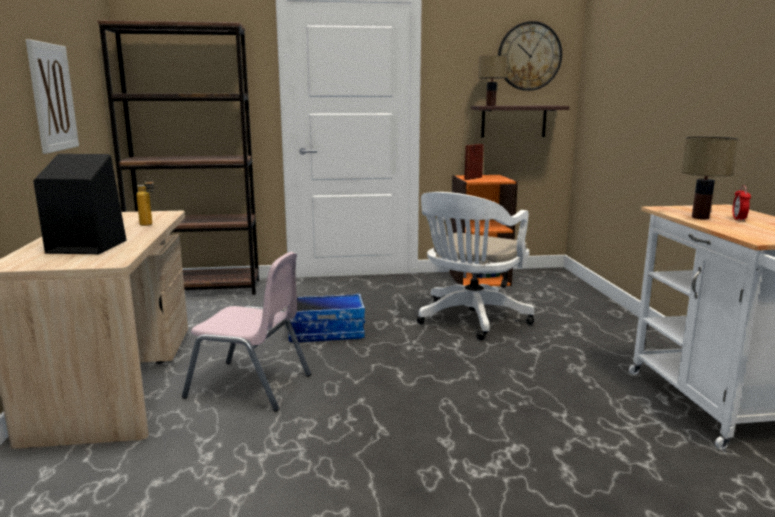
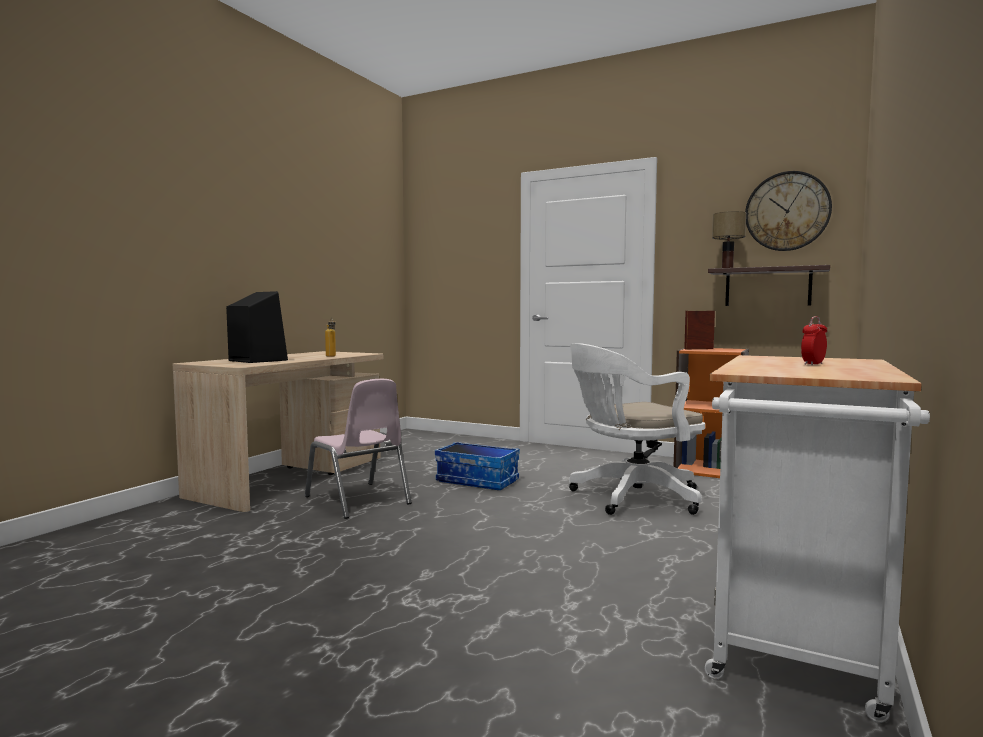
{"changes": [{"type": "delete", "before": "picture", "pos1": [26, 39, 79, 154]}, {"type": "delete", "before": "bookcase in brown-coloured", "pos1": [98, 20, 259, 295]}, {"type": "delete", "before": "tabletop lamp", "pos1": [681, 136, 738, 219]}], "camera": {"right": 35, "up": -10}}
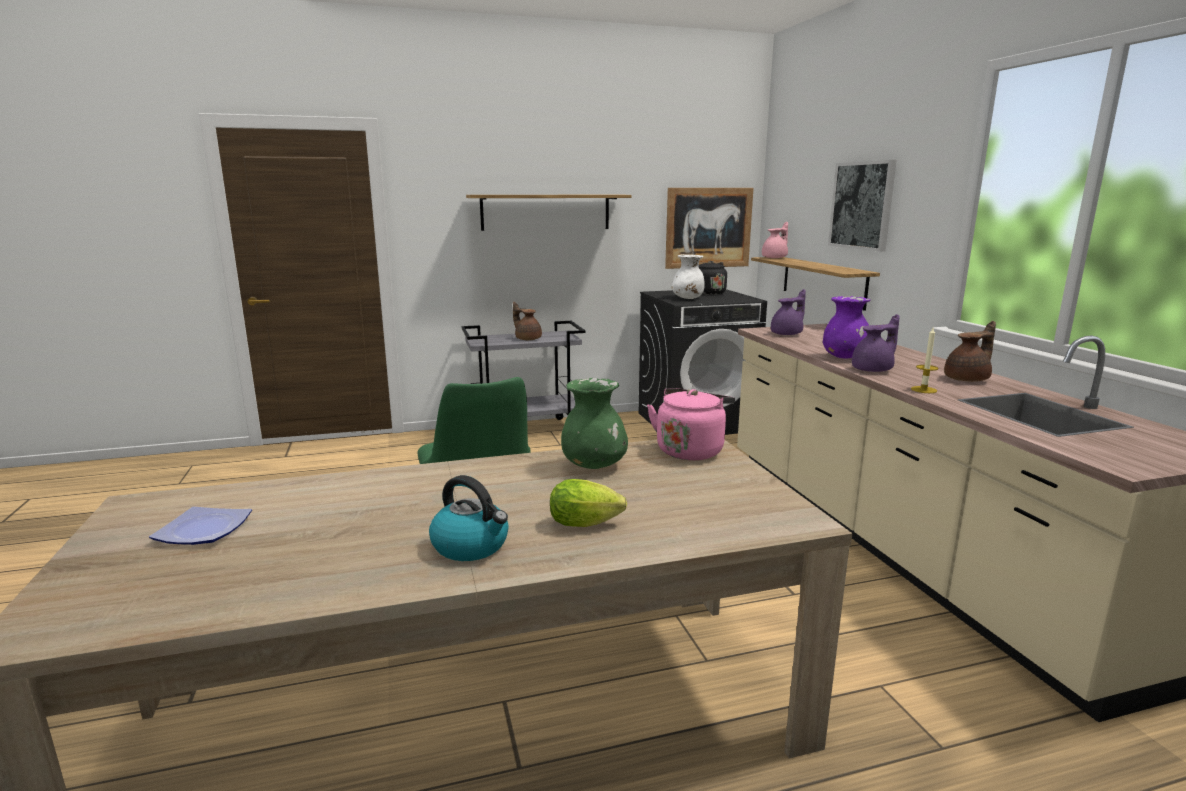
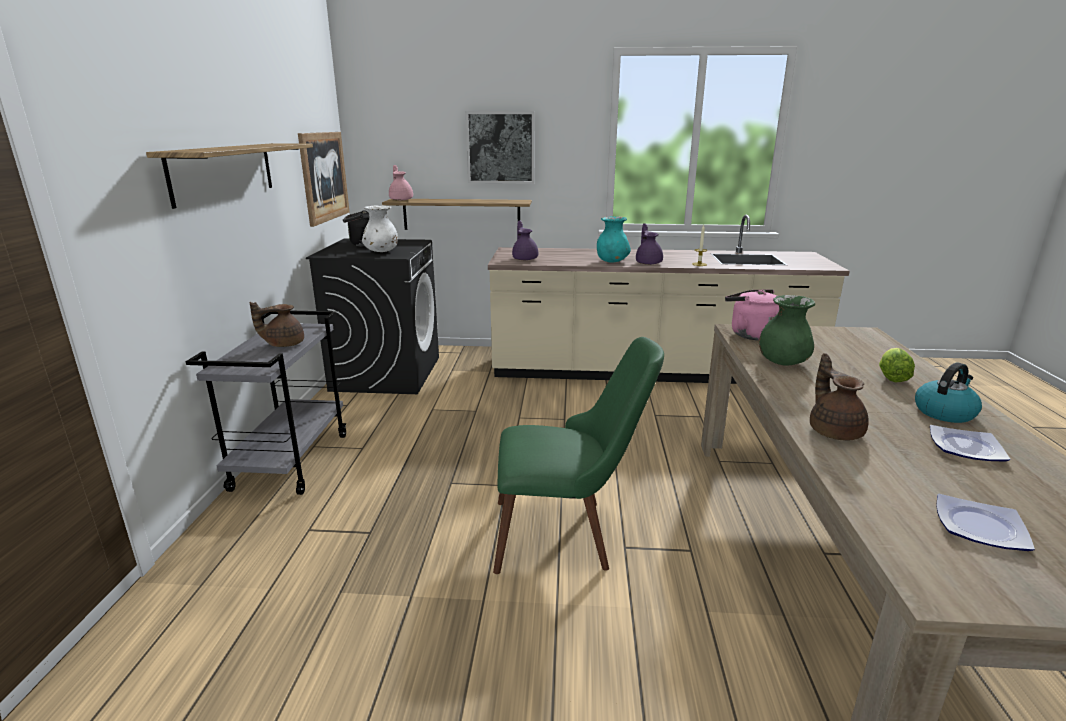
{"changes": [{"type": "recolor", "before": "decorative vase in purplish", "after": "decorative vase in turquoise", "pos1": [823, 296, 870, 358], "pos2": [597, 216, 631, 263]}, {"type": "move", "before": "tea pot in brown-coloured", "pos1": [944, 321, 996, 382], "pos2": [810, 353, 869, 441]}, {"type": "insert", "after": "flat dish", "pos2": [930, 425, 1010, 462]}], "camera": {"right": -70, "up": 5}}
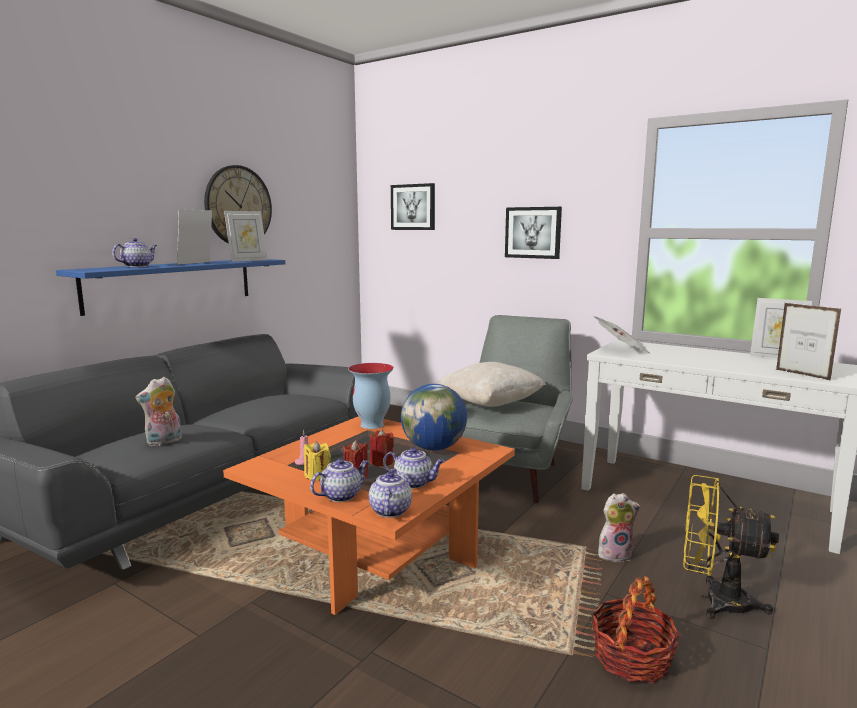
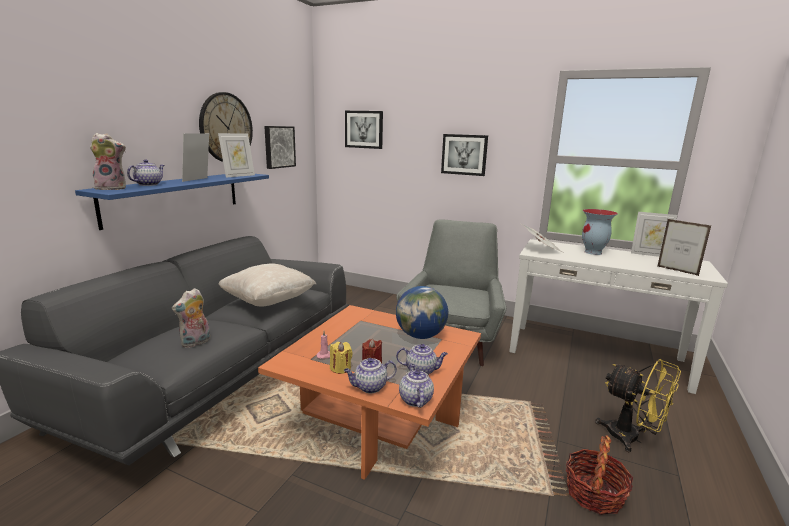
{"changes": [{"type": "rotate", "before": "tea pot", "pos1": [310, 458, 369, 502], "pos2": [344, 358, 397, 394], "turn": -150}, {"type": "move", "before": "decorative vase", "pos1": [348, 363, 394, 429], "pos2": [582, 209, 618, 255]}, {"type": "delete", "before": "wax light in reddish", "pos1": [369, 429, 394, 466]}, {"type": "move", "before": "pillow in beige", "pos1": [438, 362, 546, 407], "pos2": [219, 263, 316, 307]}, {"type": "move", "before": "soft toy", "pos1": [598, 493, 641, 563], "pos2": [90, 133, 126, 190]}, {"type": "rotate", "before": "cooling fan in yellow", "pos1": [683, 475, 779, 619], "pos2": [595, 359, 681, 452], "turn": -150}, {"type": "insert", "after": "picture", "pos2": [264, 126, 296, 169]}], "camera": {"right": -10, "up": 5}}
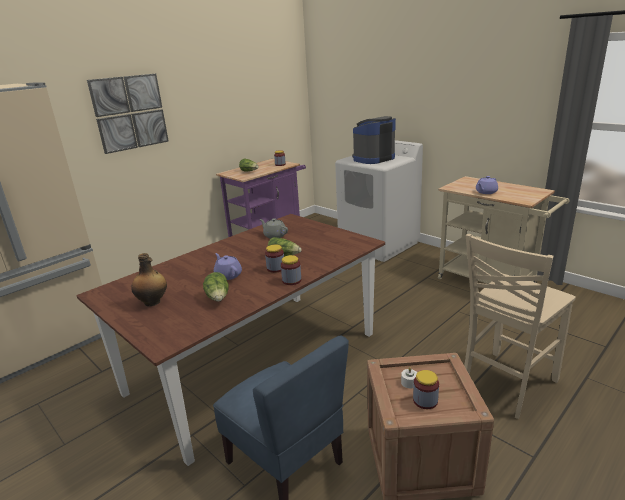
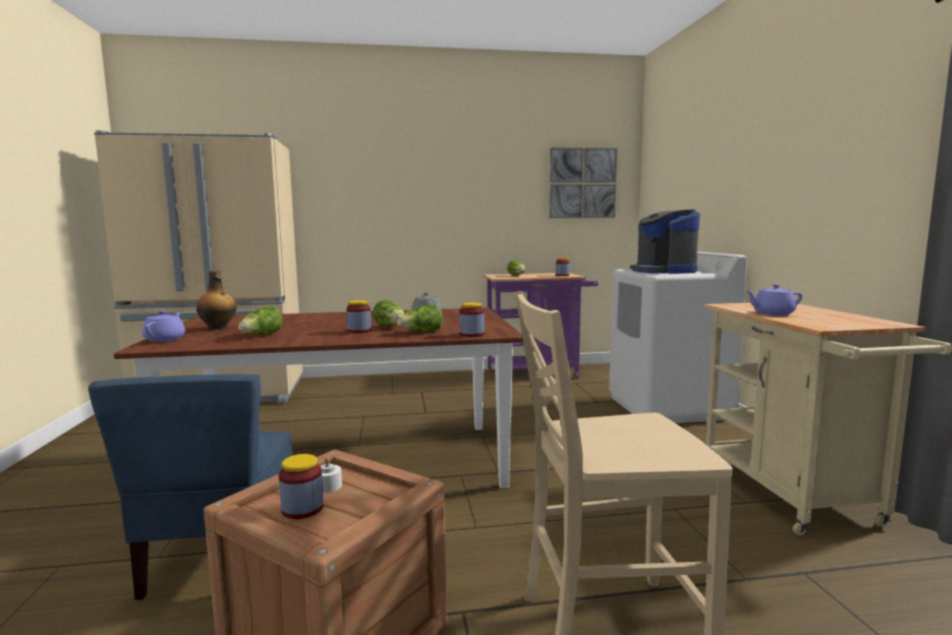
{"changes": [{"type": "move", "before": "picture", "pos1": [87, 74, 169, 154], "pos2": [549, 147, 617, 218]}, {"type": "move", "before": "tea pot in purplish", "pos1": [214, 253, 242, 280], "pos2": [142, 310, 185, 342]}, {"type": "move", "before": "storage jar", "pos1": [281, 255, 301, 285], "pos2": [459, 302, 484, 337]}, {"type": "rotate", "before": "coffee machine", "pos1": [352, 116, 396, 164], "pos2": [630, 210, 700, 274], "turn": -105}, {"type": "insert", "after": "lettuce", "pos2": [397, 304, 443, 332]}], "camera": {"right": 35, "up": -15}}
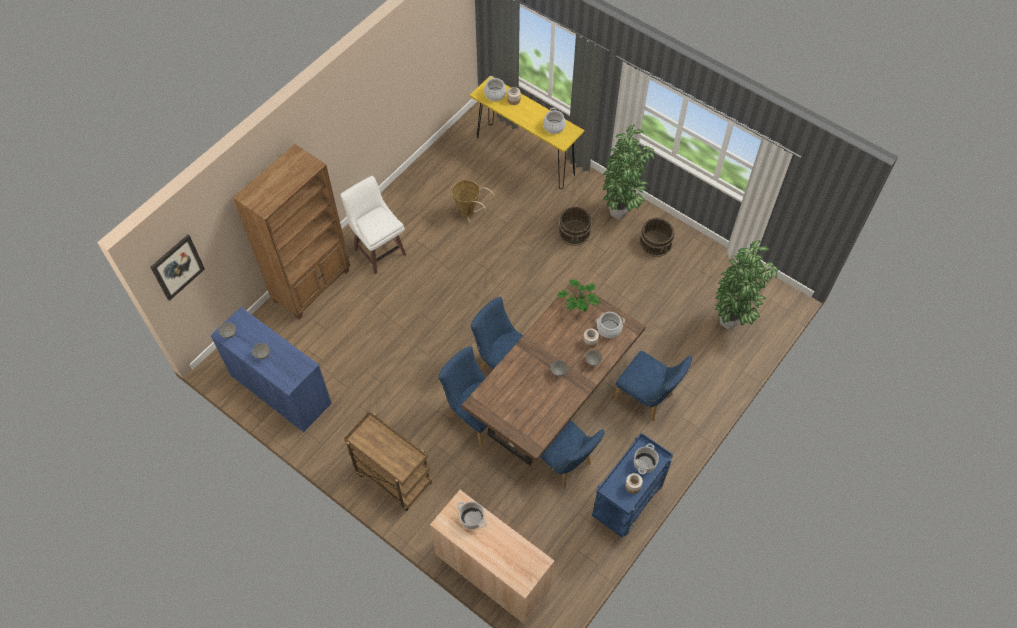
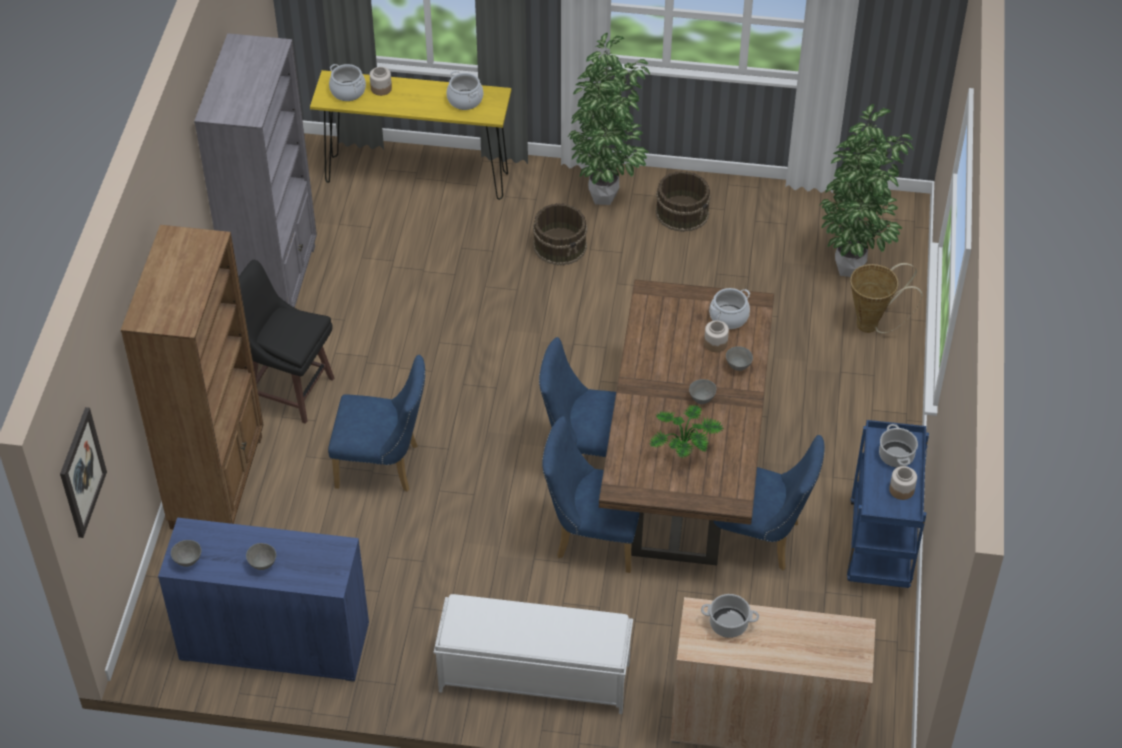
{"changes": [{"type": "recolor", "before": "stool seat in whitish", "after": "stool seat in black", "pos1": [341, 176, 406, 274], "pos2": [239, 260, 334, 424]}, {"type": "replace", "before": "trolley in brown-coloured", "after": "long seat in whitish", "pos1": [344, 411, 432, 511], "pos2": [434, 594, 633, 714]}, {"type": "move", "before": "basket", "pos1": [452, 180, 495, 222], "pos2": [850, 263, 923, 333]}, {"type": "move", "before": "houseplant", "pos1": [557, 279, 600, 312], "pos2": [649, 405, 724, 459]}, {"type": "move", "before": "plain chair in blue-coloured", "pos1": [614, 351, 692, 421], "pos2": [328, 355, 425, 492]}, {"type": "insert", "after": "bookcase in grey", "pos2": [194, 33, 317, 308]}], "camera": {"right": -30, "up": -10}}
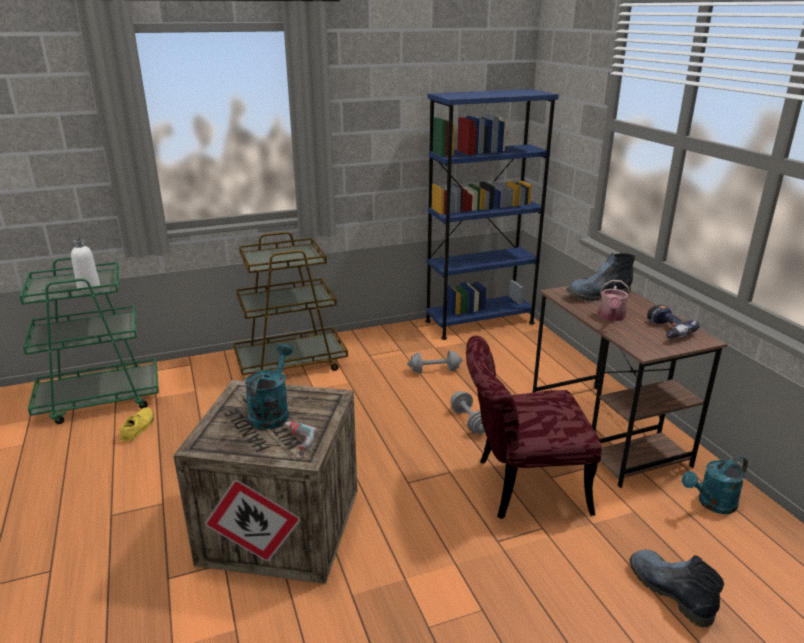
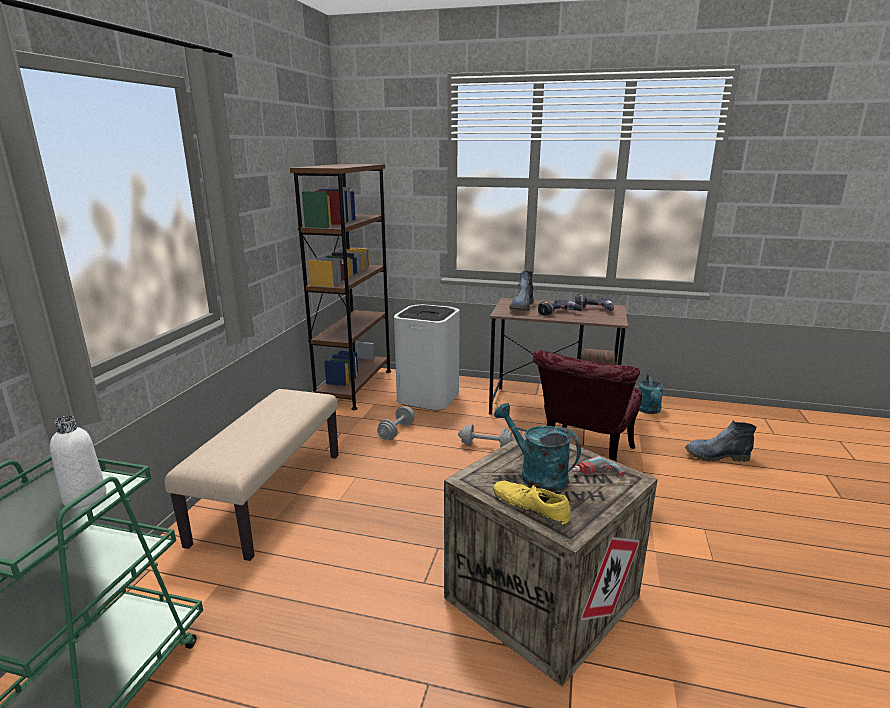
{"changes": [{"type": "move", "before": "shoe in yellow", "pos1": [120, 407, 154, 442], "pos2": [493, 481, 571, 525]}, {"type": "replace", "before": "trolley in brown-coloured", "after": "long seat in beige", "pos1": [233, 232, 348, 375], "pos2": [164, 389, 338, 561]}, {"type": "recolor", "before": "bookcase in blue-coloured", "after": "bookcase in brown-coloured", "pos1": [425, 89, 559, 340], "pos2": [290, 164, 391, 410]}, {"type": "replace", "before": "watering pot", "after": "electric drill", "pos1": [598, 280, 630, 321], "pos2": [538, 299, 583, 316]}, {"type": "insert", "after": "rubbish bin in whitish", "pos2": [394, 304, 460, 410]}], "camera": {"right": -55, "up": -5}}
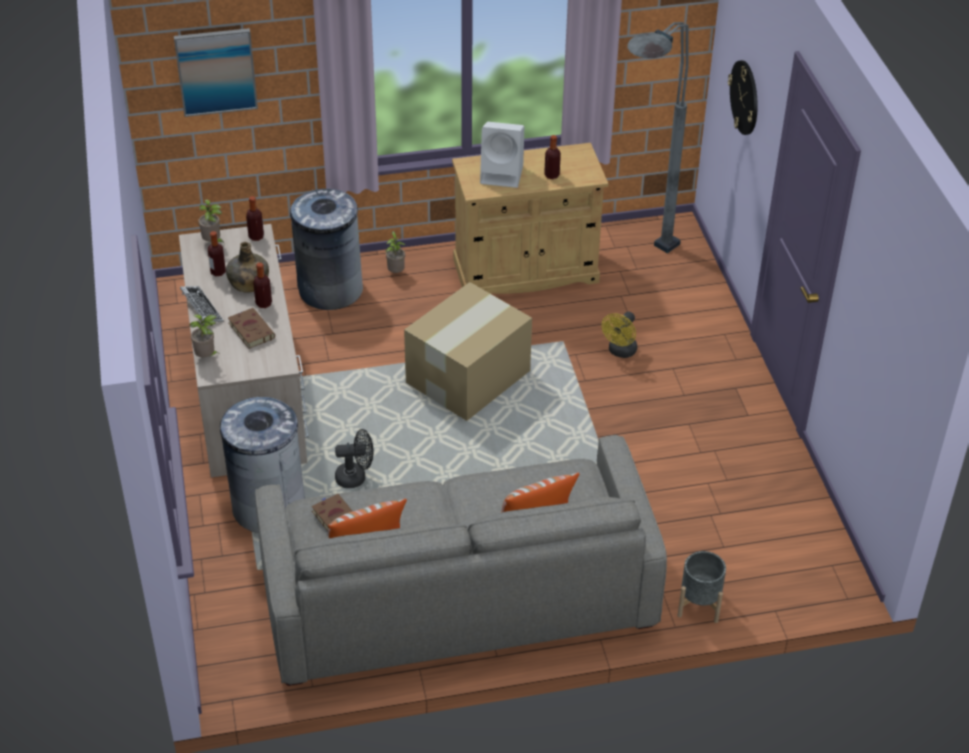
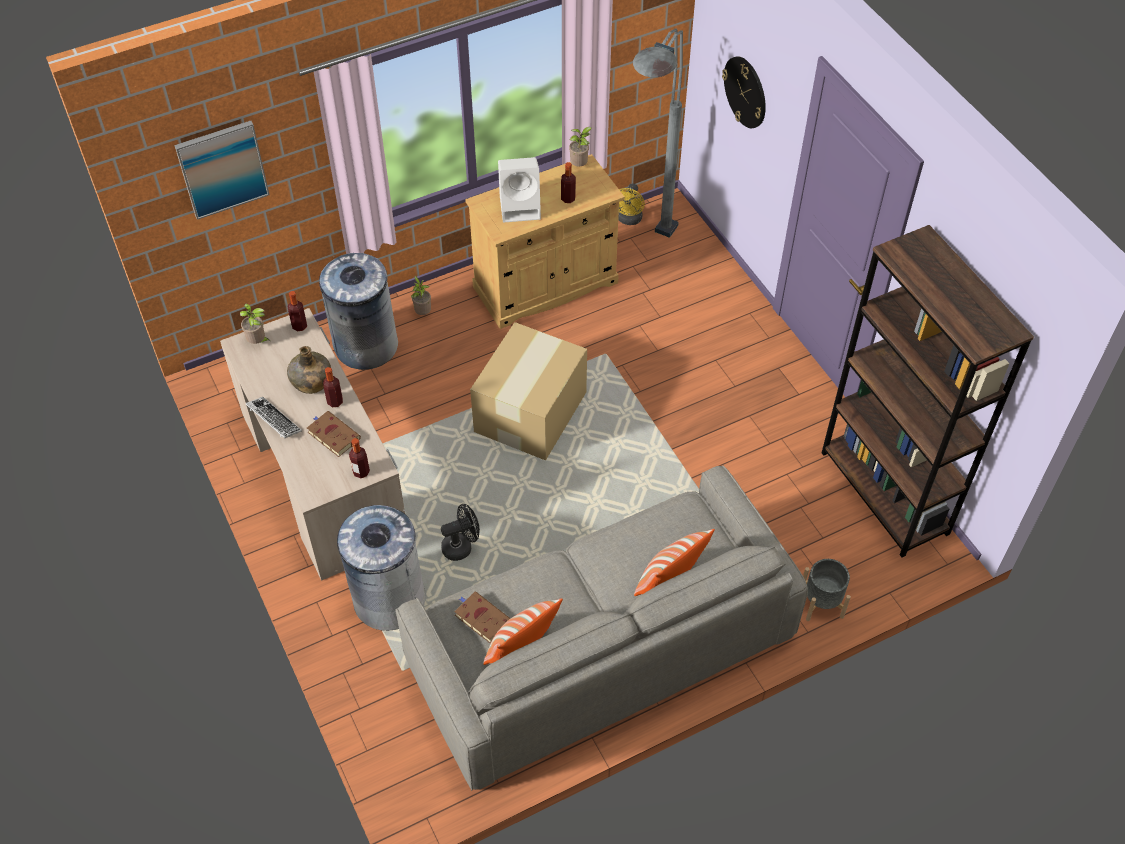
{"changes": [{"type": "move", "before": "houseplant", "pos1": [190, 314, 218, 357], "pos2": [569, 127, 592, 166]}, {"type": "move", "before": "beverage bottle", "pos1": [208, 231, 226, 276], "pos2": [349, 438, 370, 478]}, {"type": "move", "before": "cooling fan in yellow", "pos1": [601, 311, 637, 358], "pos2": [618, 183, 645, 225]}, {"type": "insert", "after": "bookcase in brown-coloured", "pos2": [822, 225, 1034, 557]}], "camera": {"right": -15, "up": 10}}
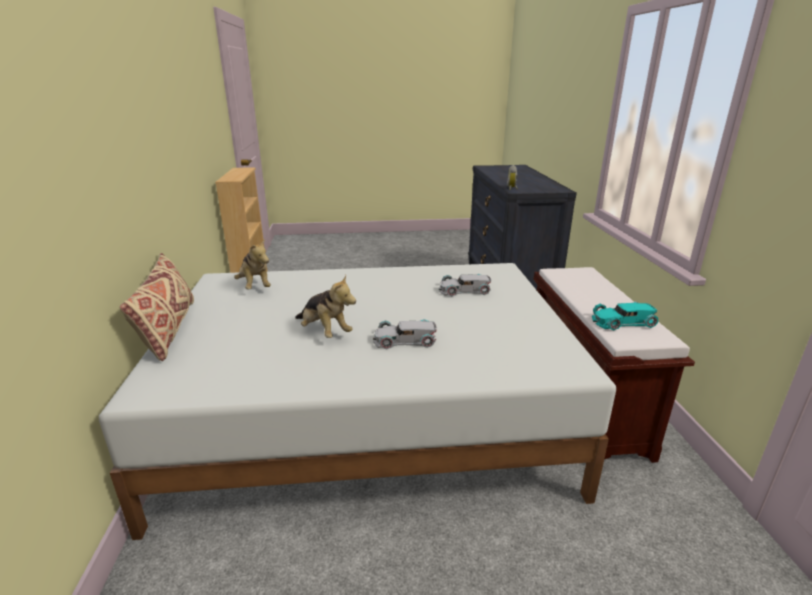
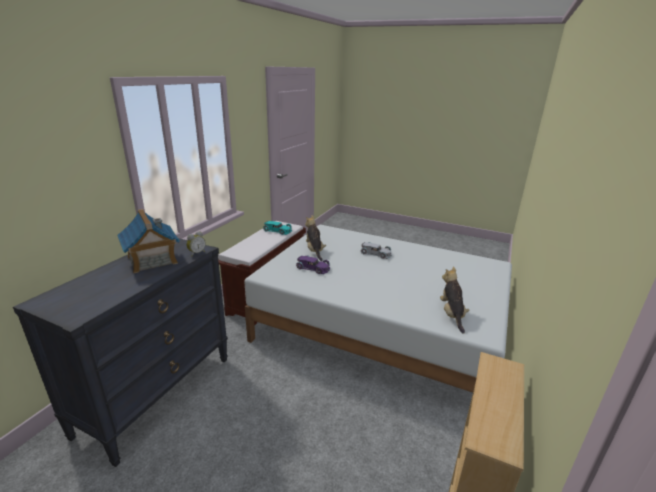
{"changes": [{"type": "delete", "before": "pillow in beige", "pos1": [119, 253, 194, 361]}, {"type": "move", "before": "soft toy", "pos1": [295, 275, 356, 338], "pos2": [305, 215, 326, 261]}, {"type": "recolor", "before": "toy car in whitish", "after": "toy car in purplish", "pos1": [439, 274, 491, 297], "pos2": [296, 255, 330, 274]}, {"type": "insert", "after": "miniature house", "pos2": [117, 209, 180, 273]}], "camera": {"right": -150, "up": 0}}
